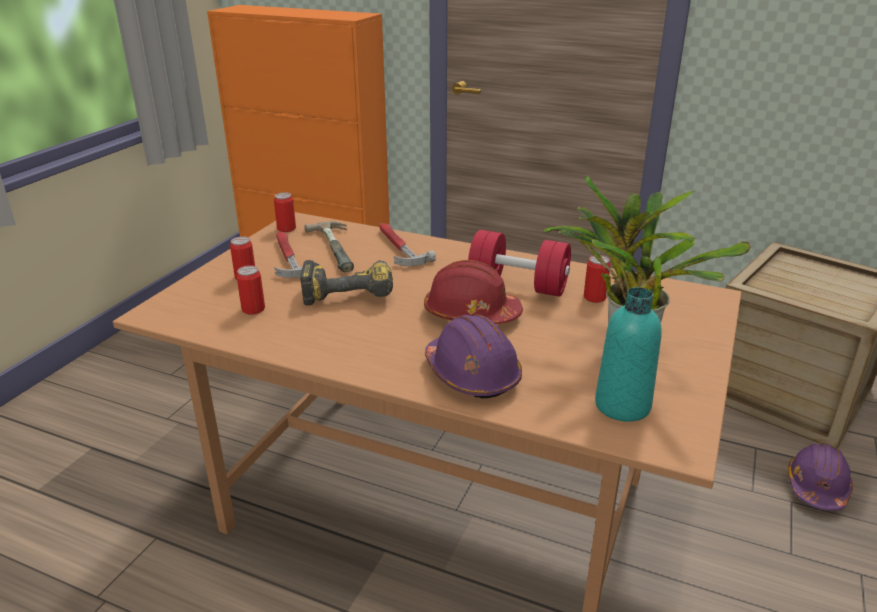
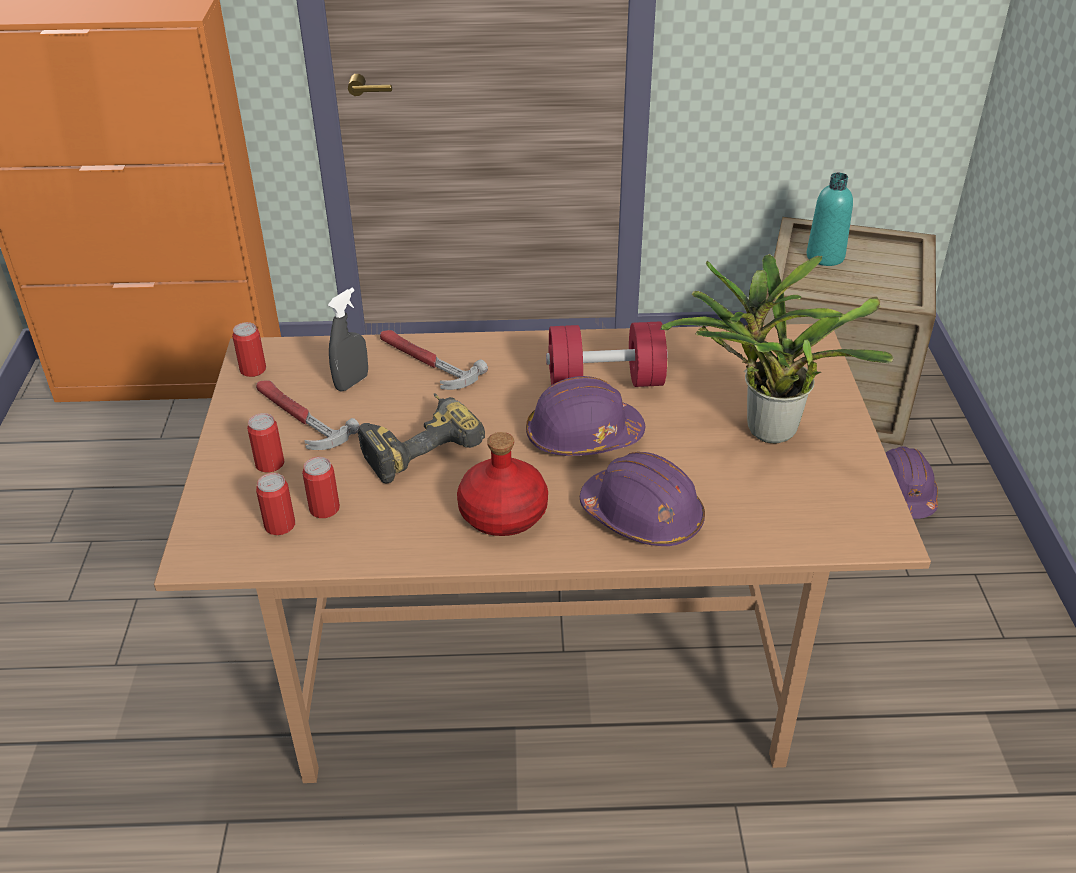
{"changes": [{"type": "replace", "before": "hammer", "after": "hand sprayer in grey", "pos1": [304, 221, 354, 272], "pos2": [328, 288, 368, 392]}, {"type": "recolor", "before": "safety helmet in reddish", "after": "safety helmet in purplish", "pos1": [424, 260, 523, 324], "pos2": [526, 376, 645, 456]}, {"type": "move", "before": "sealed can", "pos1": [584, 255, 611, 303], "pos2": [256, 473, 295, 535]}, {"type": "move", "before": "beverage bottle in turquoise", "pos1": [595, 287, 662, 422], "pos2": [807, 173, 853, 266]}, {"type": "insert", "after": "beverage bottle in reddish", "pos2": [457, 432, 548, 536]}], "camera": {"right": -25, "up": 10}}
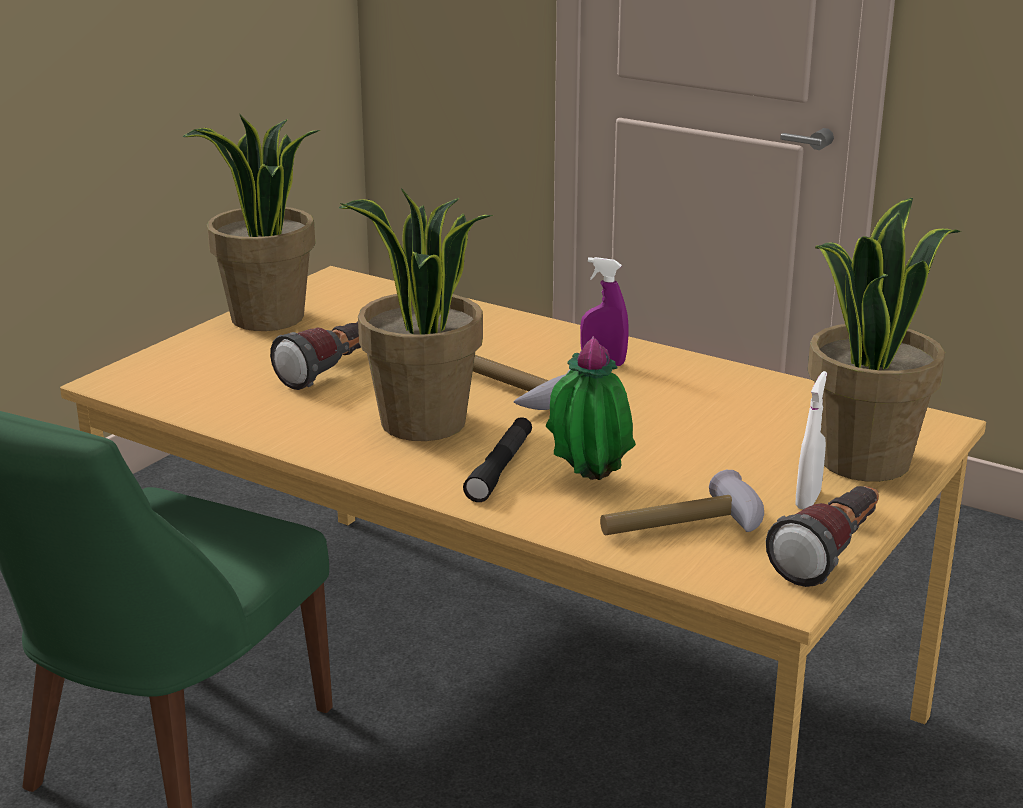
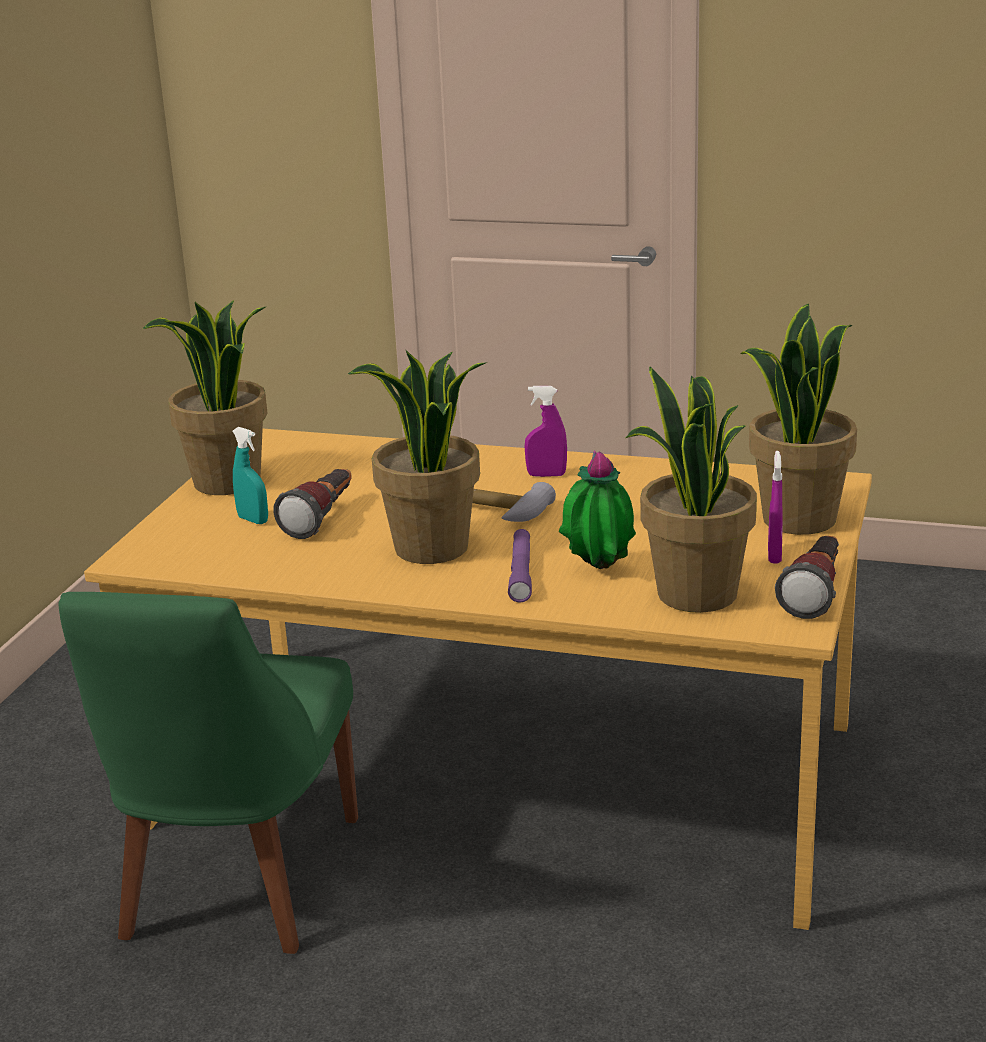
{"changes": [{"type": "recolor", "before": "flashlight in black", "after": "flashlight in purplish", "pos1": [463, 417, 532, 502], "pos2": [508, 529, 532, 603]}, {"type": "replace", "before": "hammer", "after": "houseplant", "pos1": [600, 470, 764, 535], "pos2": [626, 367, 757, 613]}, {"type": "recolor", "before": "hand sprayer in whitish", "after": "hand sprayer in purplish", "pos1": [796, 371, 827, 509], "pos2": [768, 451, 783, 563]}, {"type": "insert", "after": "hand sprayer in turquoise", "pos2": [232, 427, 268, 524]}], "camera": {"right": -15, "up": 0}}
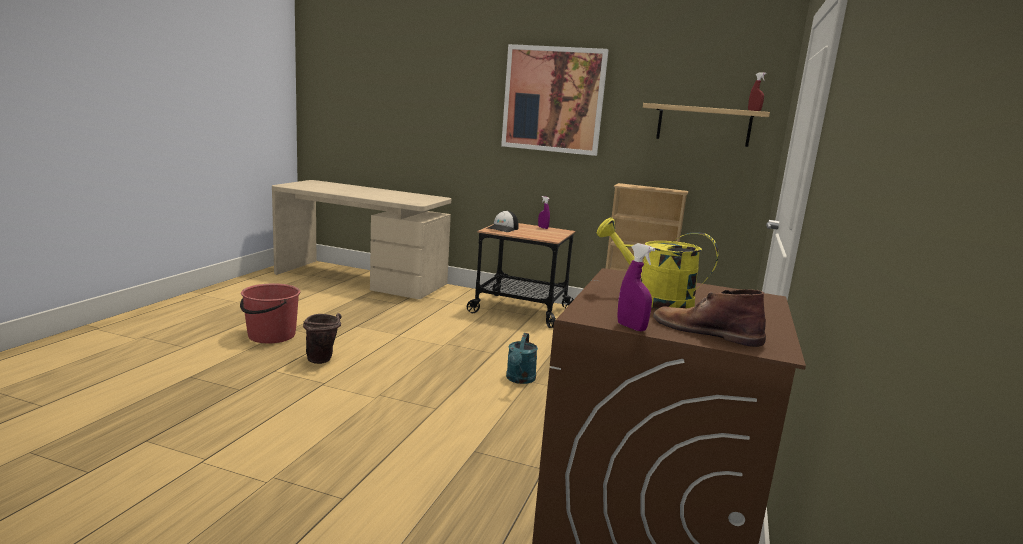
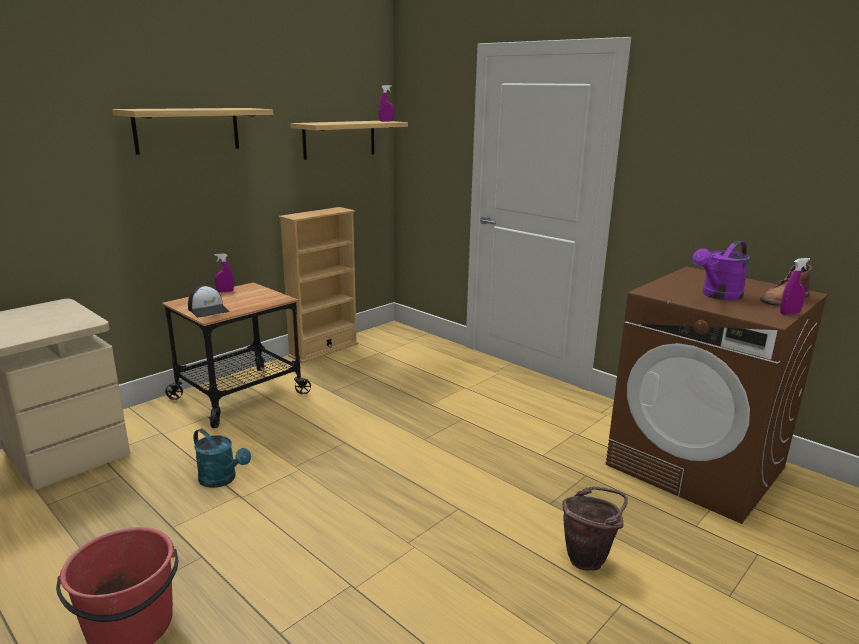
{"changes": [{"type": "move", "before": "pail in brown-coloured", "pos1": [303, 313, 341, 364], "pos2": [563, 486, 628, 571]}, {"type": "replace", "before": "picture", "after": "shelf", "pos1": [501, 44, 609, 156], "pos2": [112, 108, 273, 155]}, {"type": "move", "before": "watering pot in turquoise", "pos1": [506, 333, 538, 384], "pos2": [194, 429, 251, 488]}, {"type": "recolor", "before": "watering pot in yellow", "after": "watering pot in purplish", "pos1": [597, 217, 718, 309], "pos2": [692, 241, 750, 301]}, {"type": "recolor", "before": "hand sprayer in reddish", "after": "hand sprayer in purplish", "pos1": [748, 72, 767, 111], "pos2": [379, 85, 394, 121]}], "camera": {"right": -65, "up": 5}}
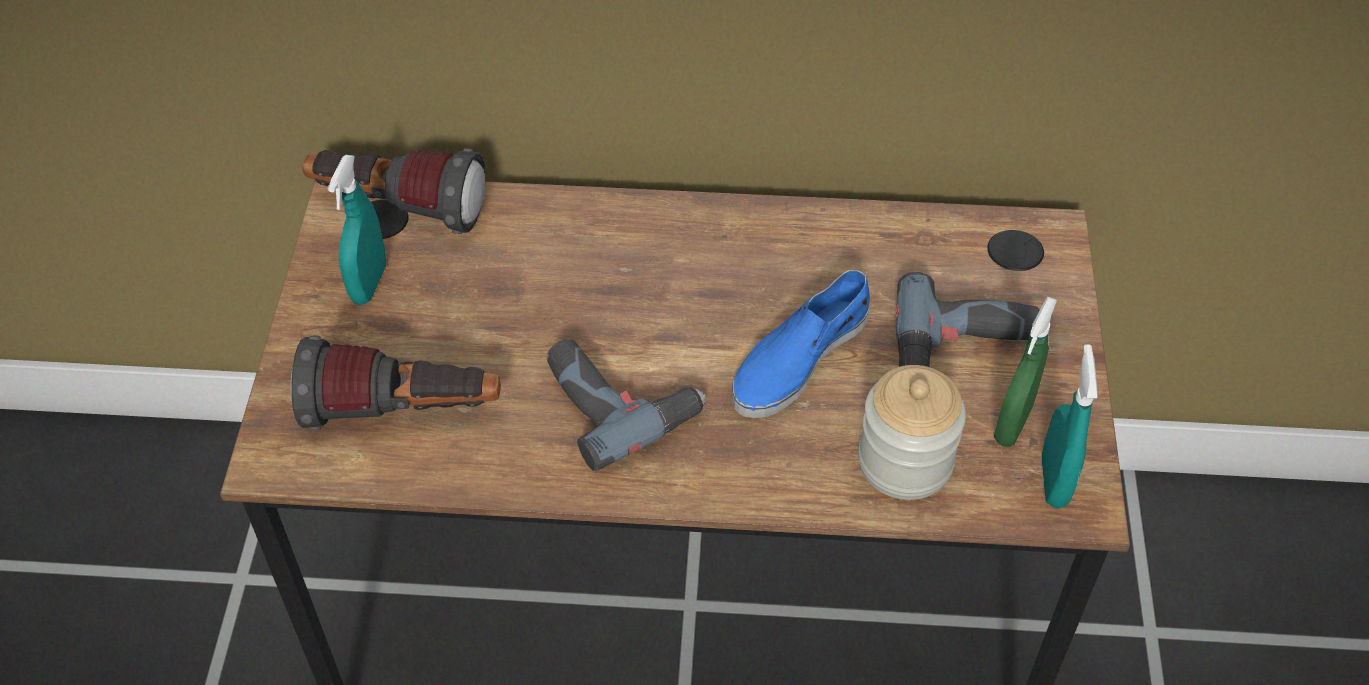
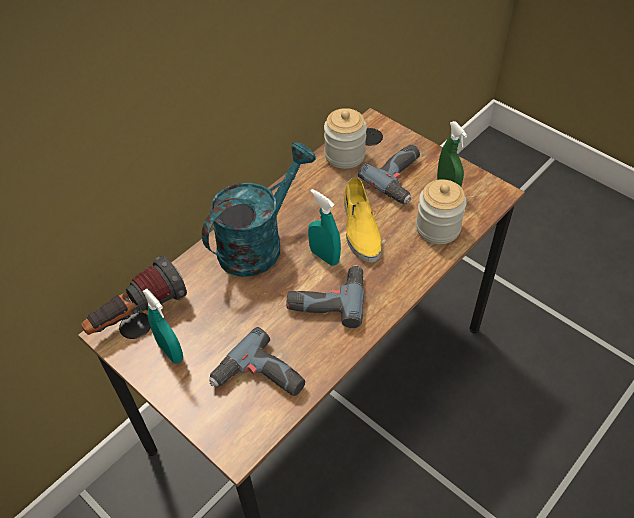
{"changes": [{"type": "replace", "before": "flashlight", "after": "electric drill", "pos1": [290, 336, 501, 430], "pos2": [209, 327, 305, 396]}, {"type": "recolor", "before": "shoe in blue-coloured", "after": "shoe in yellow", "pos1": [732, 270, 870, 418], "pos2": [344, 177, 382, 262]}, {"type": "move", "before": "hand sprayer in turquoise", "pos1": [1042, 344, 1098, 509], "pos2": [308, 189, 341, 266]}, {"type": "insert", "after": "watering pot in turquoise", "pos2": [202, 142, 316, 277]}, {"type": "insert", "after": "storage jar", "pos2": [324, 108, 367, 169]}], "camera": {"right": -50, "up": 0}}
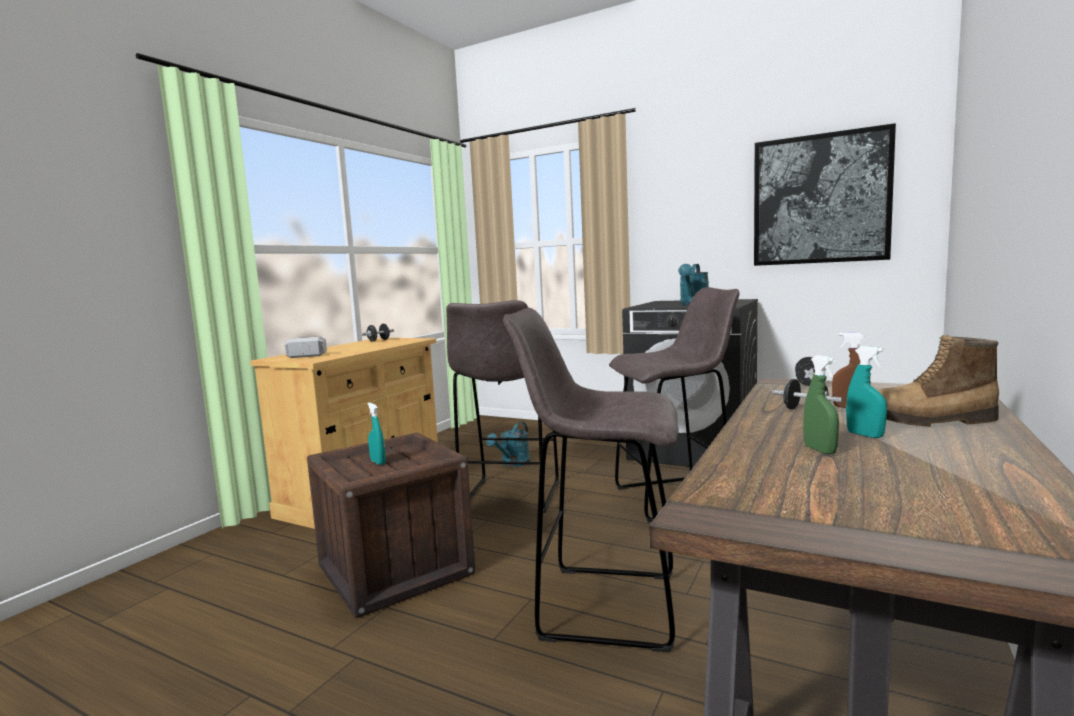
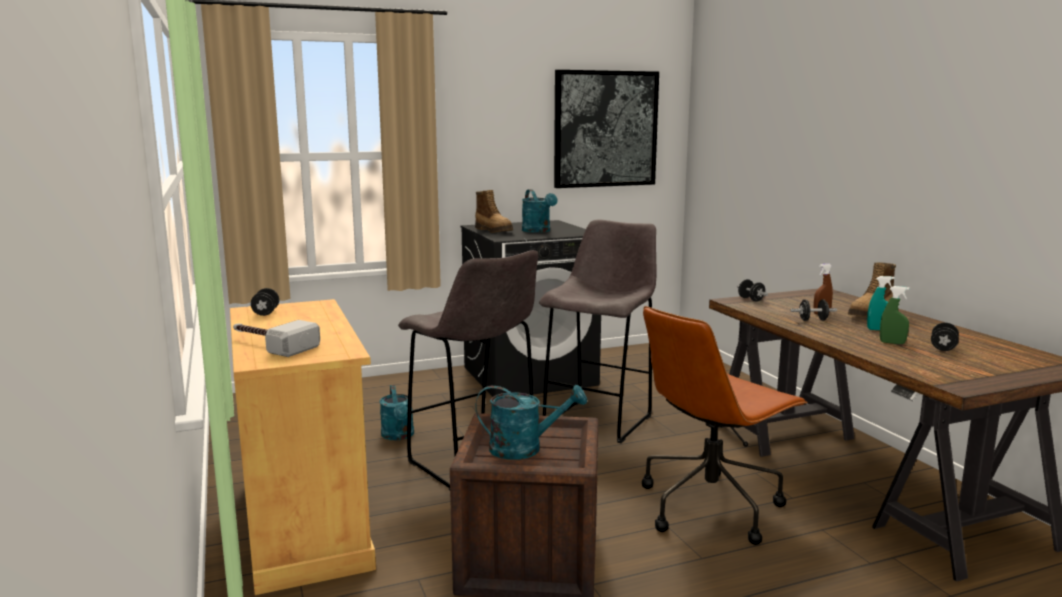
{"changes": [{"type": "replace", "before": "hand sprayer in turquoise", "after": "watering pot in turquoise", "pos1": [367, 403, 386, 465], "pos2": [475, 385, 587, 460]}, {"type": "replace", "before": "stool seat in grey", "after": "office chair in brown-coloured", "pos1": [503, 308, 679, 652], "pos2": [642, 306, 808, 545]}, {"type": "insert", "after": "boot", "pos2": [475, 190, 513, 233]}, {"type": "insert", "after": "hand weight in black", "pos2": [931, 322, 959, 351]}], "camera": {"right": -50, "up": 5}}
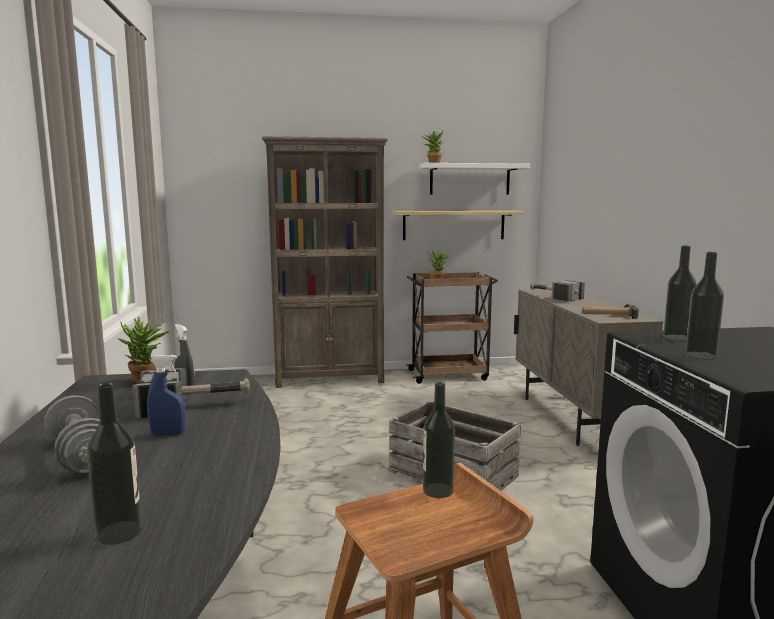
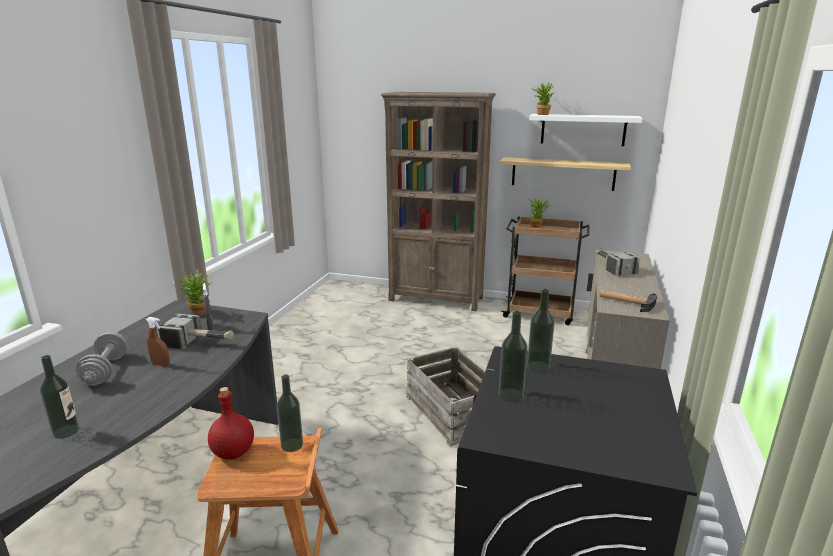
{"changes": [{"type": "recolor", "before": "hand sprayer in blue-coloured", "after": "hand sprayer in brown-coloured", "pos1": [147, 355, 186, 436], "pos2": [146, 317, 170, 366]}, {"type": "insert", "after": "beverage bottle in reddish", "pos2": [208, 387, 254, 460]}], "camera": {"right": 25, "up": 10}}
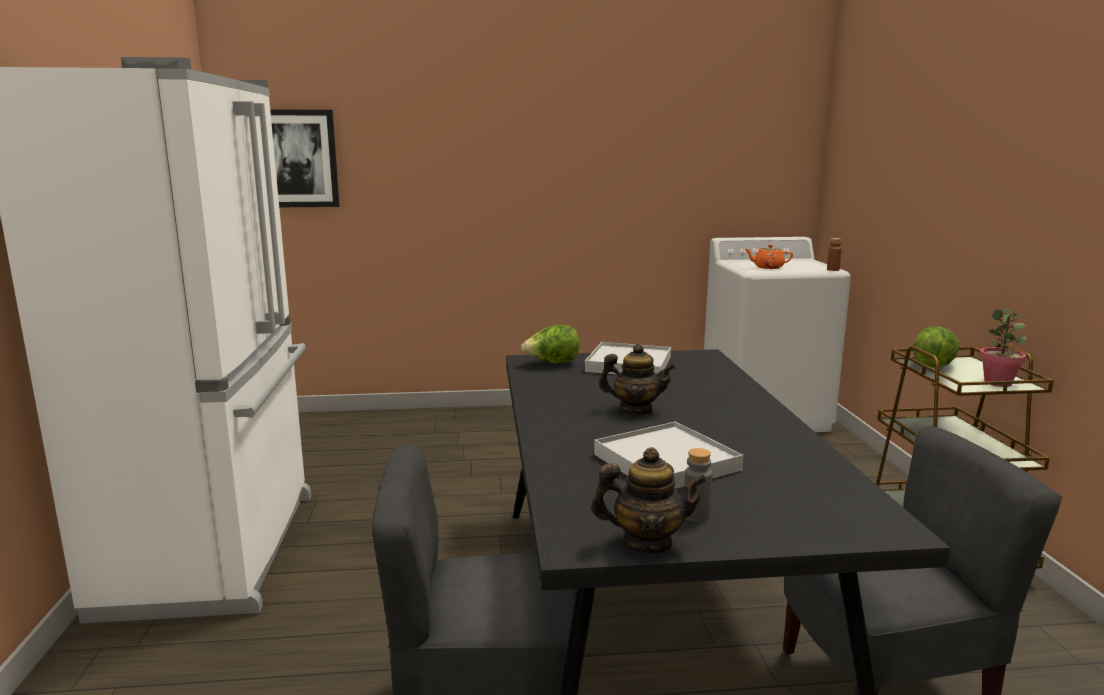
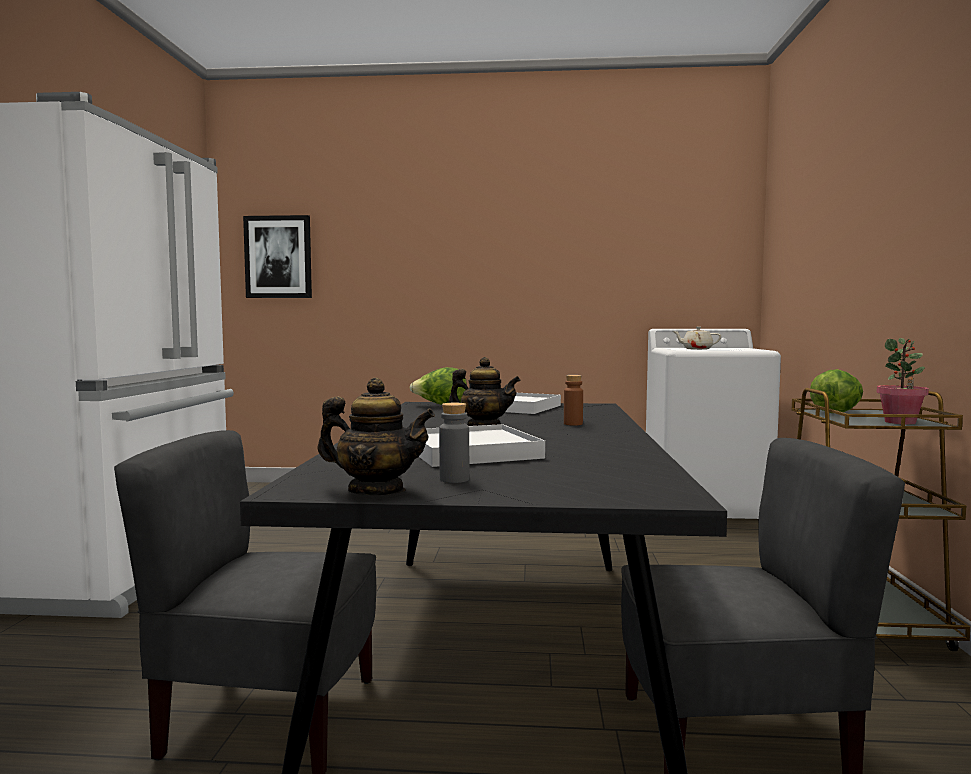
{"changes": [{"type": "recolor", "before": "tea pot in orangey", "after": "tea pot in beige", "pos1": [745, 244, 793, 269], "pos2": [673, 326, 721, 350]}, {"type": "move", "before": "beverage bottle in brown-coloured", "pos1": [827, 238, 842, 271], "pos2": [564, 375, 583, 425]}], "camera": {"right": 10, "up": -10}}
